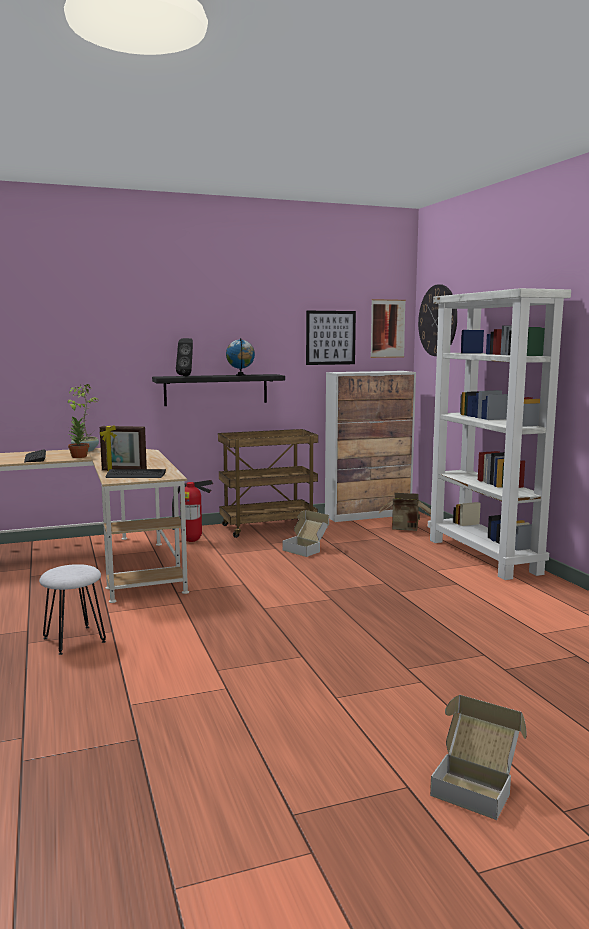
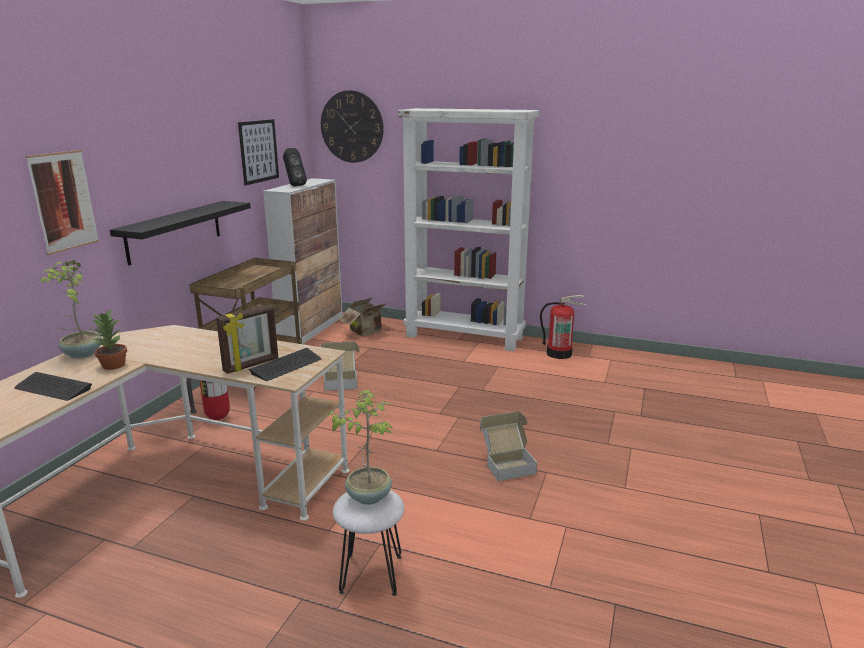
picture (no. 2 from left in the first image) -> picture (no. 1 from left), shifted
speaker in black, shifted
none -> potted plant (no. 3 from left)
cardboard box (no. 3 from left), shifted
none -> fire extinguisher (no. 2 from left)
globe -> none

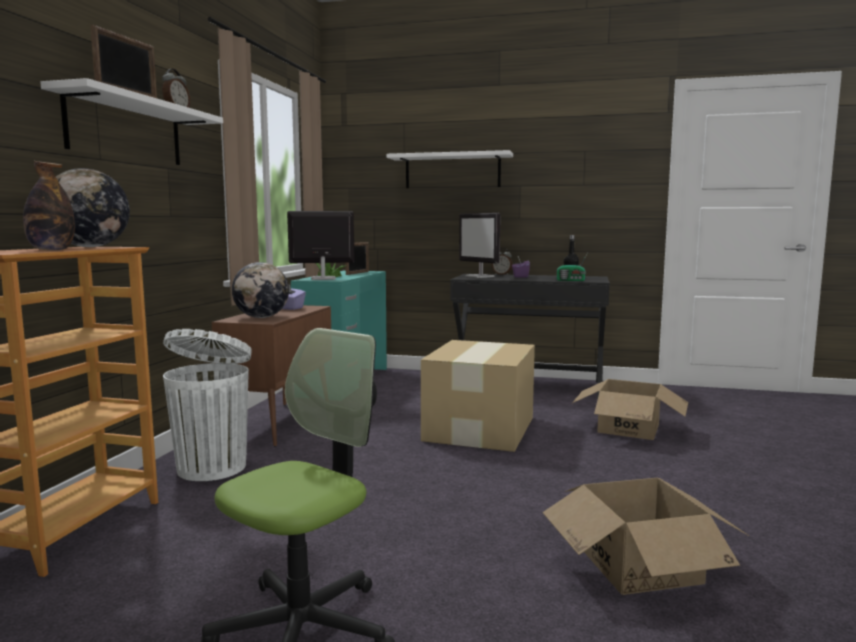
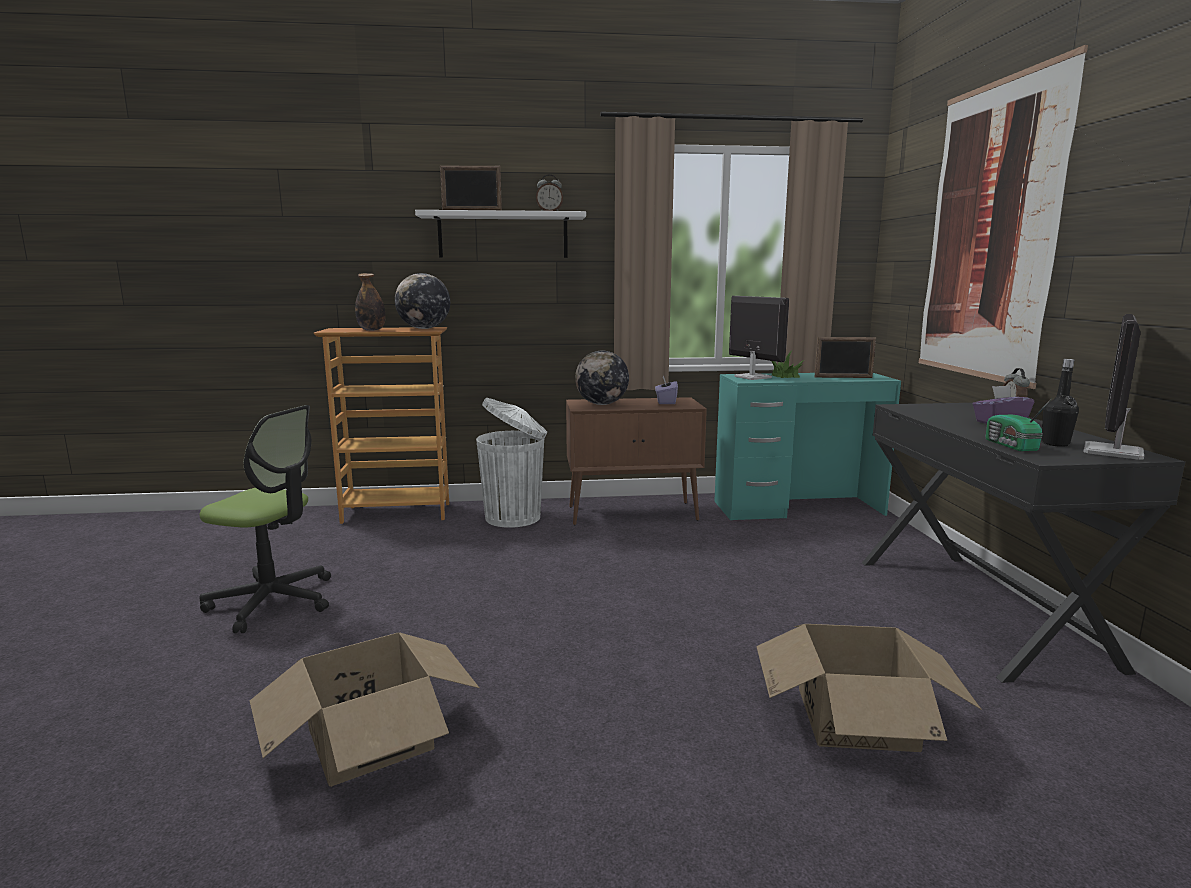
shelf in white (no. 2 from left) -> picture
monitor (no. 2 from left), shifted
cardboard box (no. 1 from left) -> none

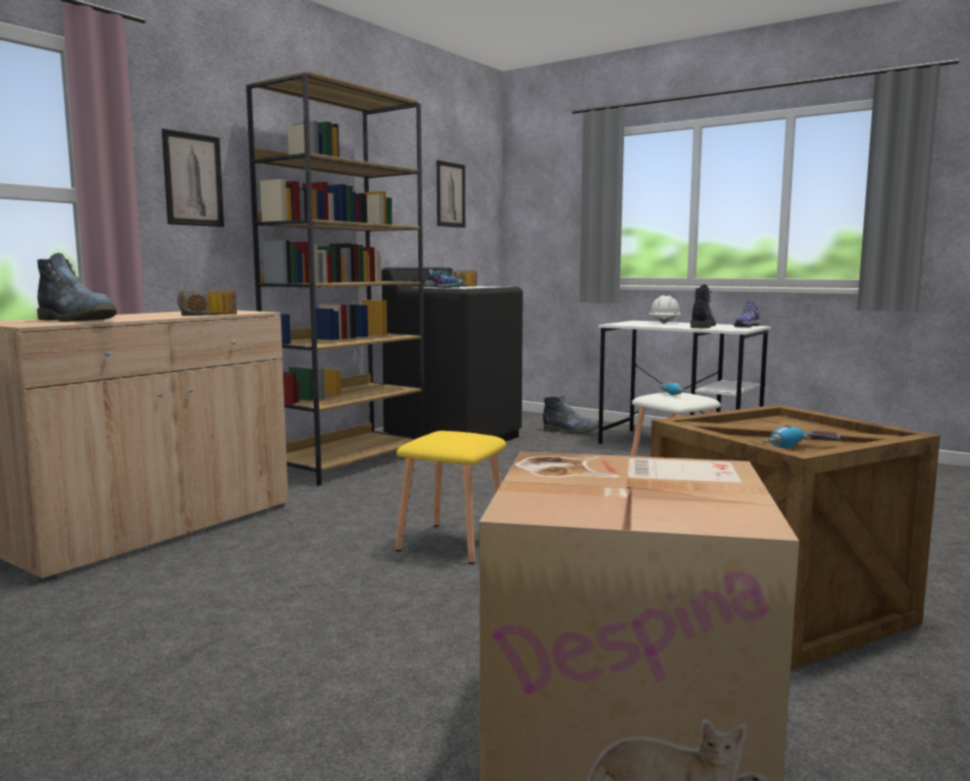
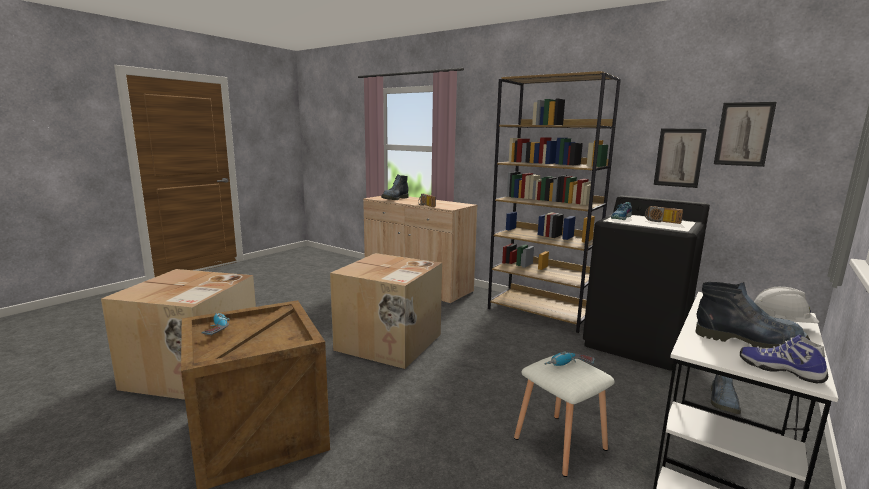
stool in yellow -> cardboard box (no. 2 from left)
picture (no. 1 from left), shifted

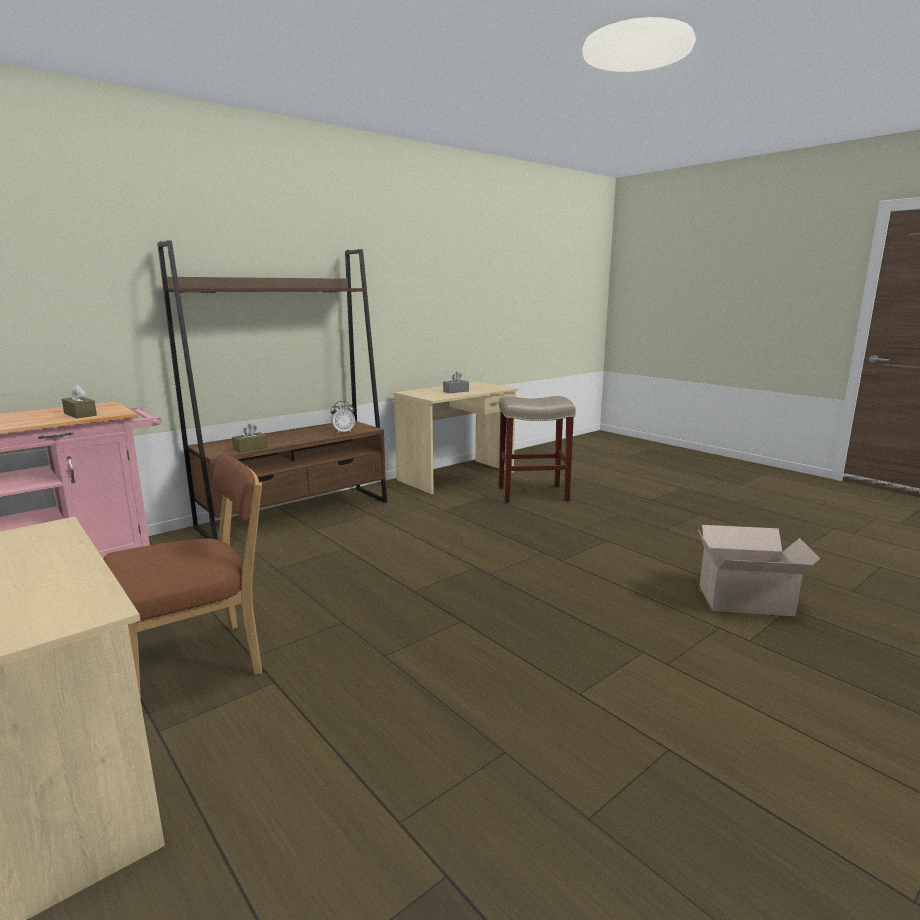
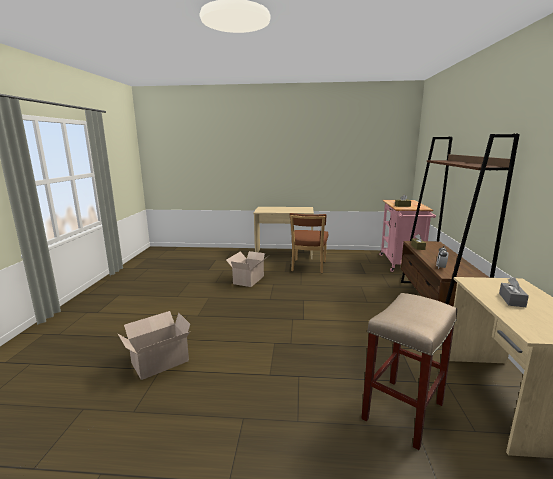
none -> cardboard box (no. 2 from left)

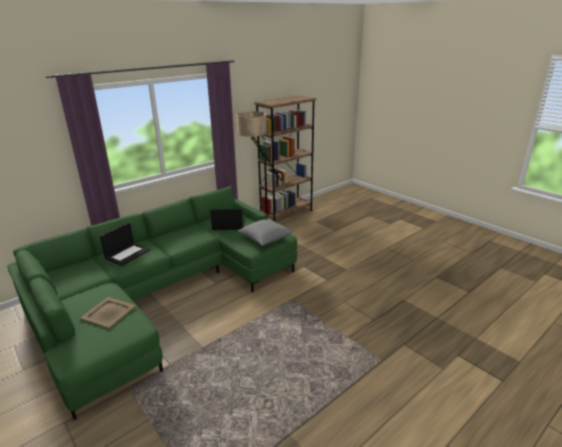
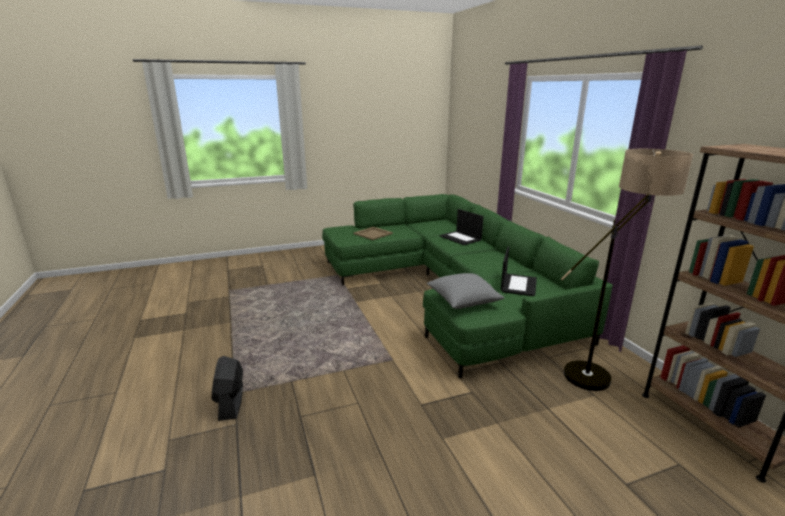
none -> fan in black

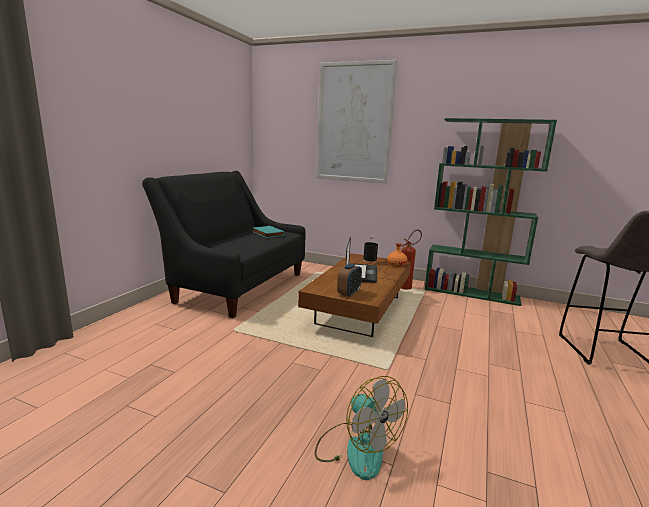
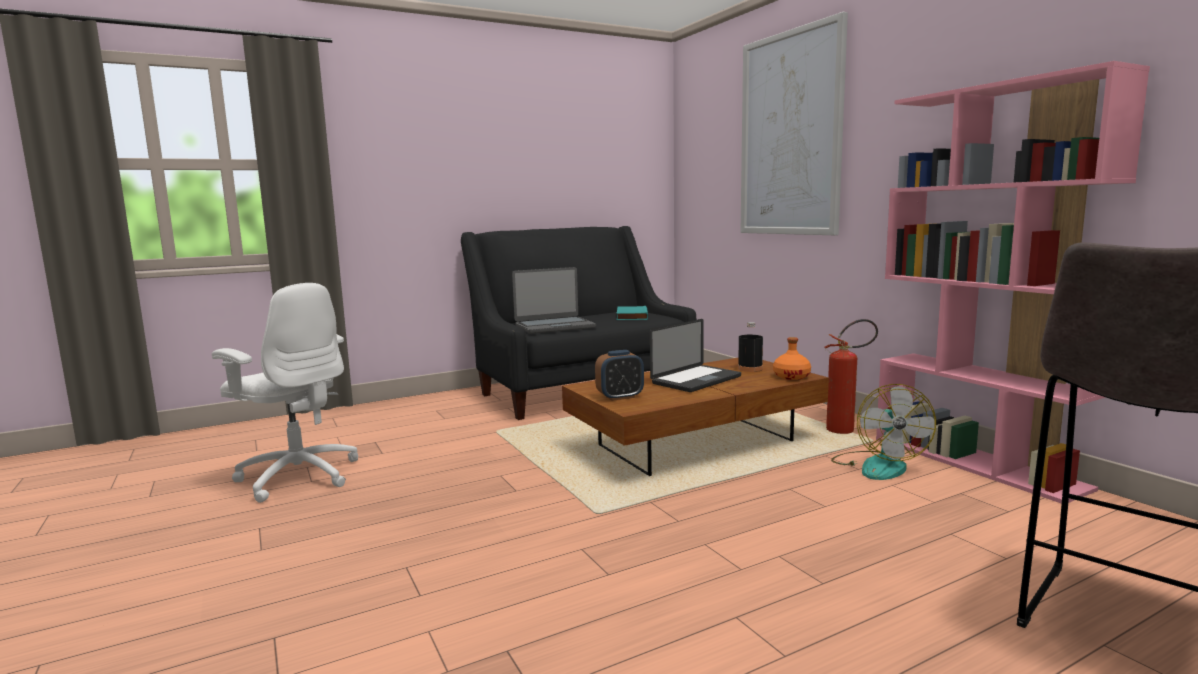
none -> office chair in white
none -> laptop (no. 1 from left)
fan, shifted
bookcase in green -> bookcase in pink

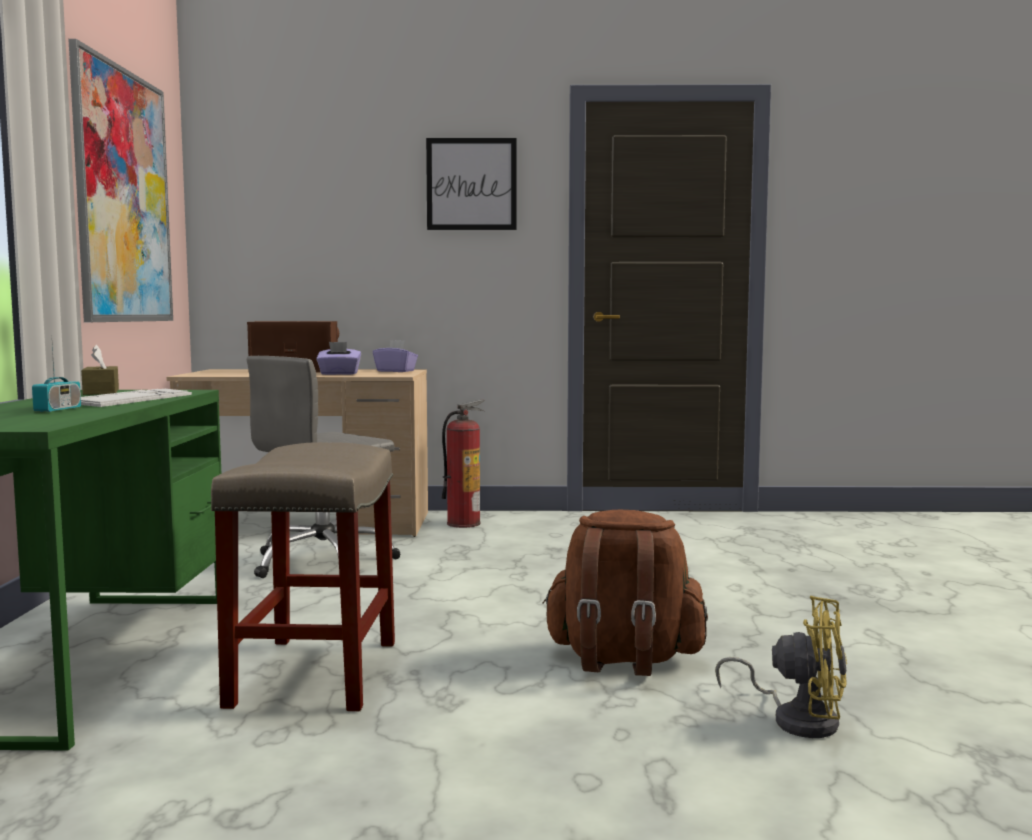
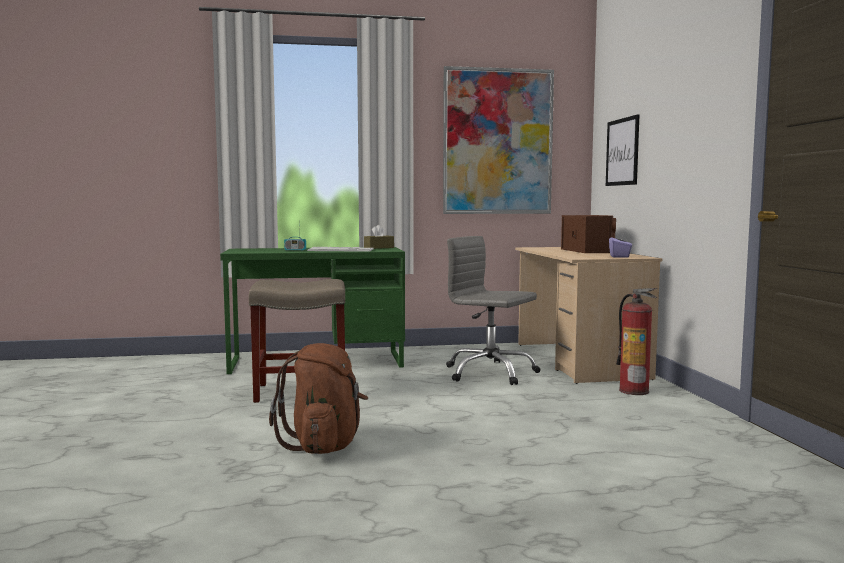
picture (no. 2 from left), shifted
tissue box in purple (no. 1 from left) -> none
fan in yellow -> none

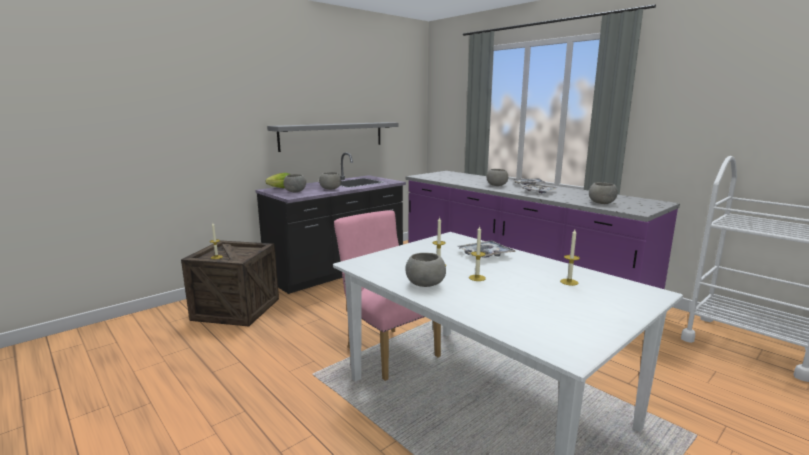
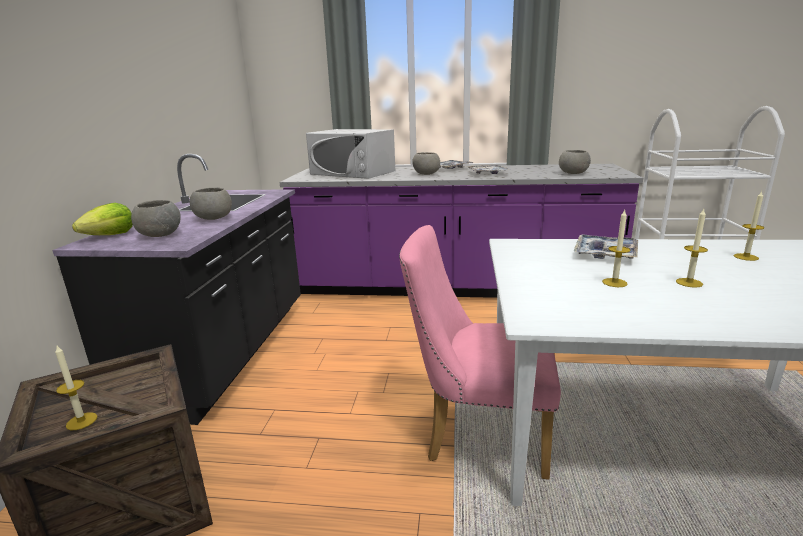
none -> microwave in white
shelf in grey -> none
bowl in grey (no. 3 from left) -> none

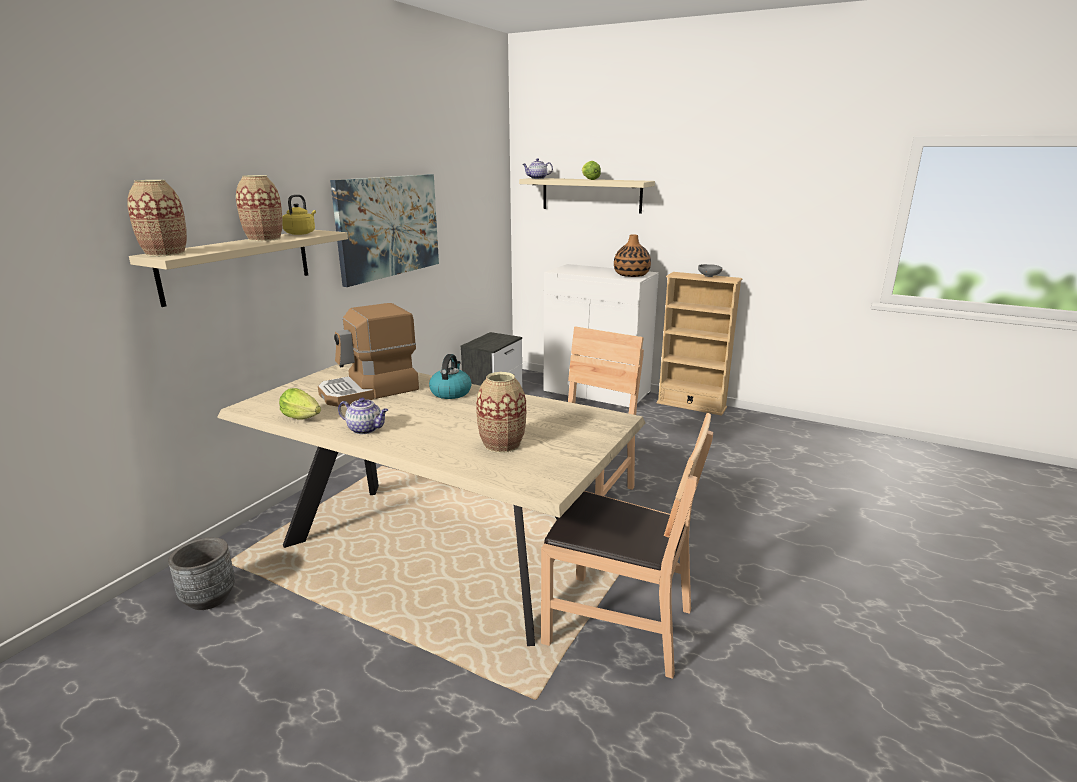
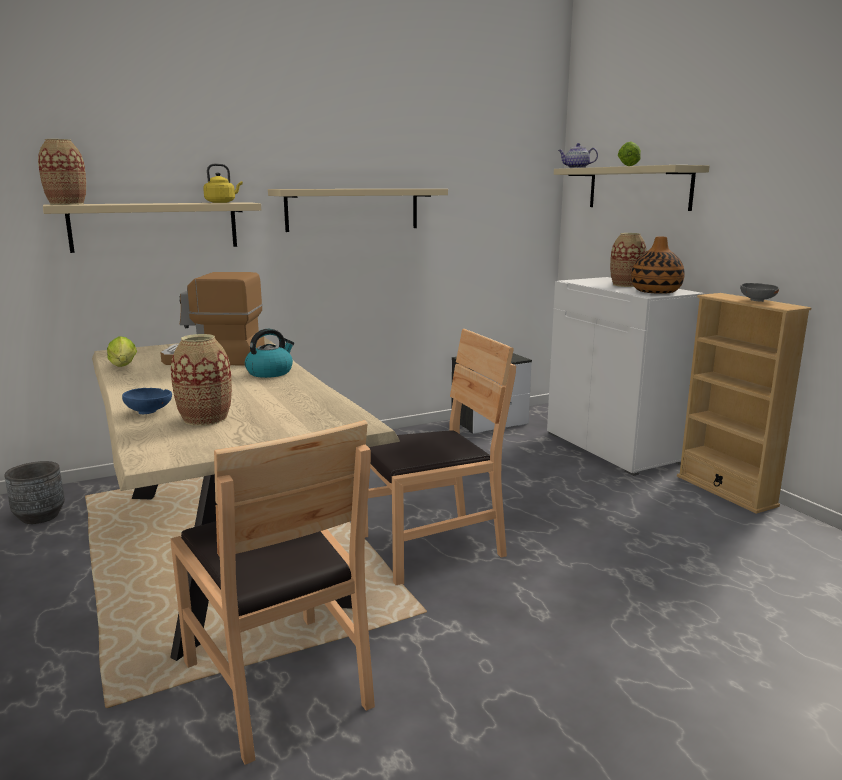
none -> bowl in blue
picture -> shelf in beige (no. 2 from left)
vase (no. 2 from left in the first image) -> vase (no. 3 from left), shifted
teapot (no. 1 from left) -> none

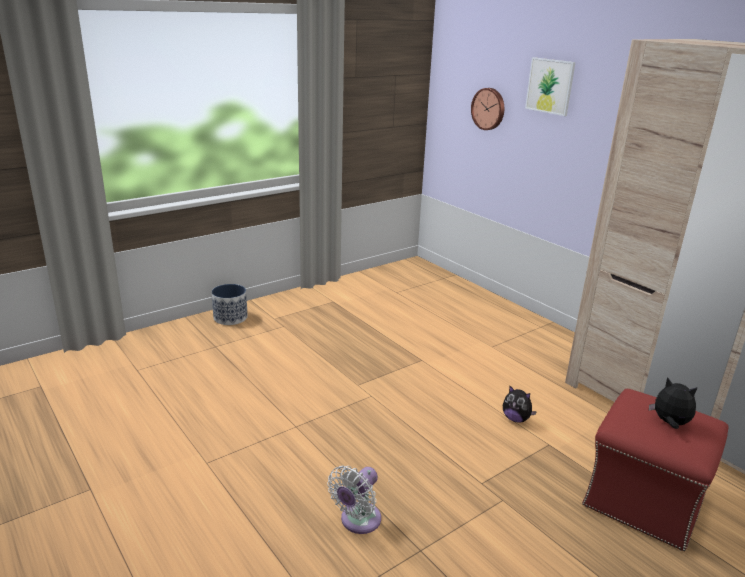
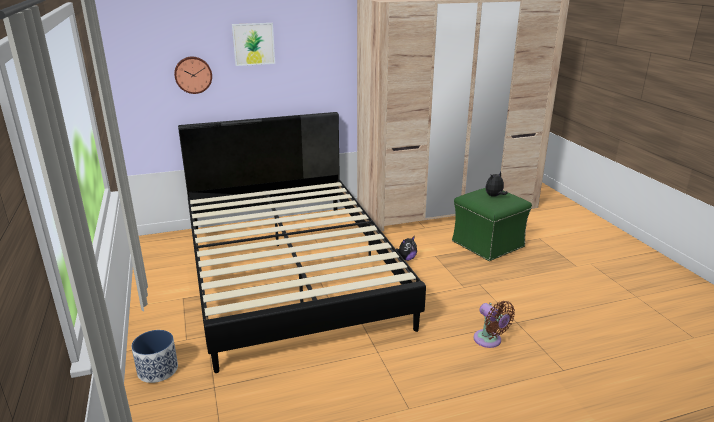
none -> bed in black
ottoman in red -> ottoman in green
fan in white -> fan in brown

